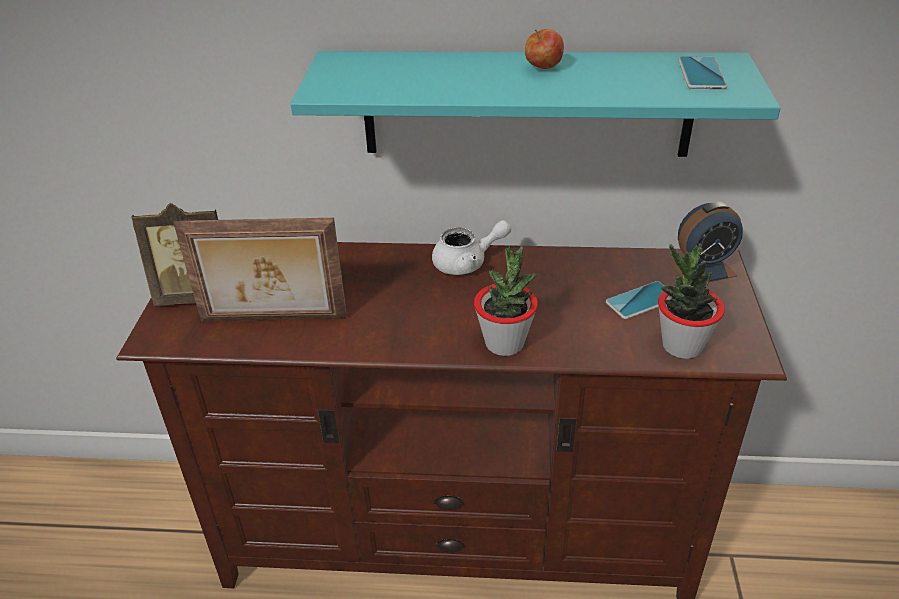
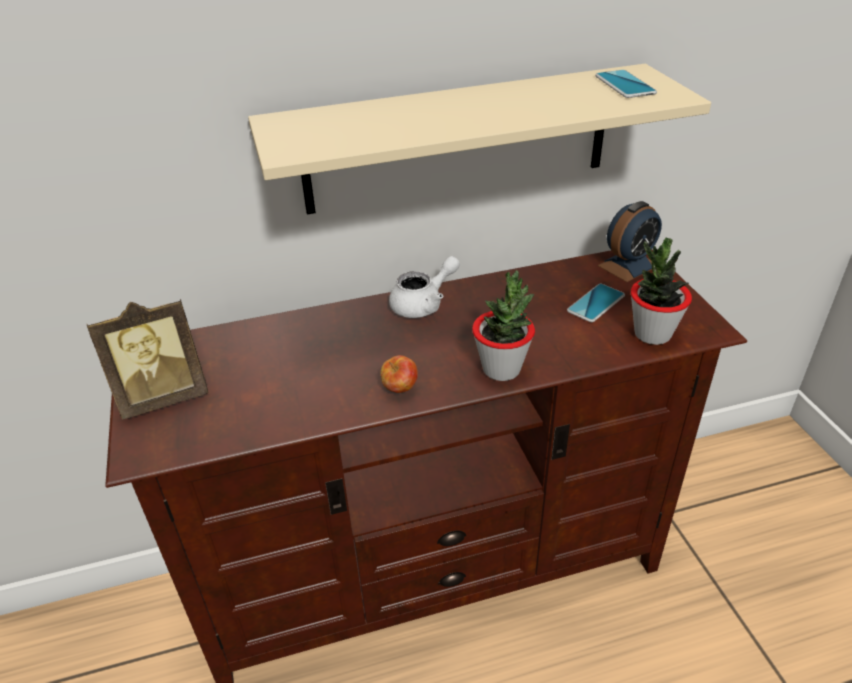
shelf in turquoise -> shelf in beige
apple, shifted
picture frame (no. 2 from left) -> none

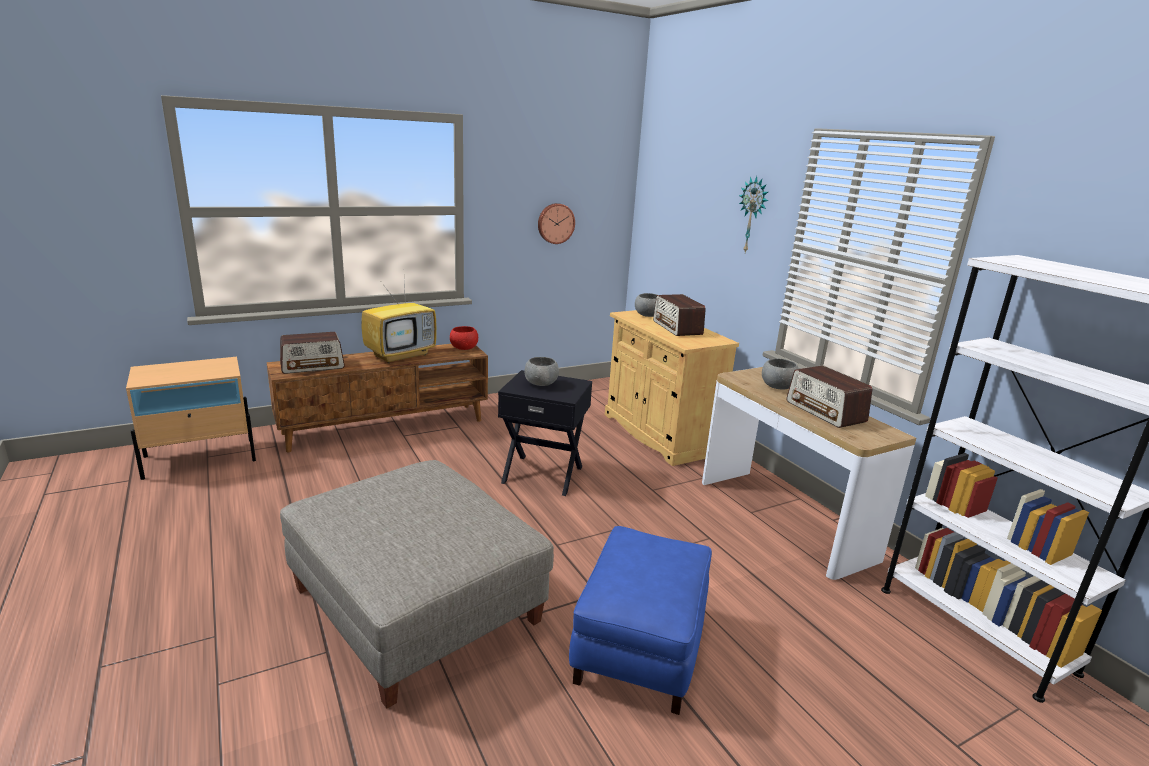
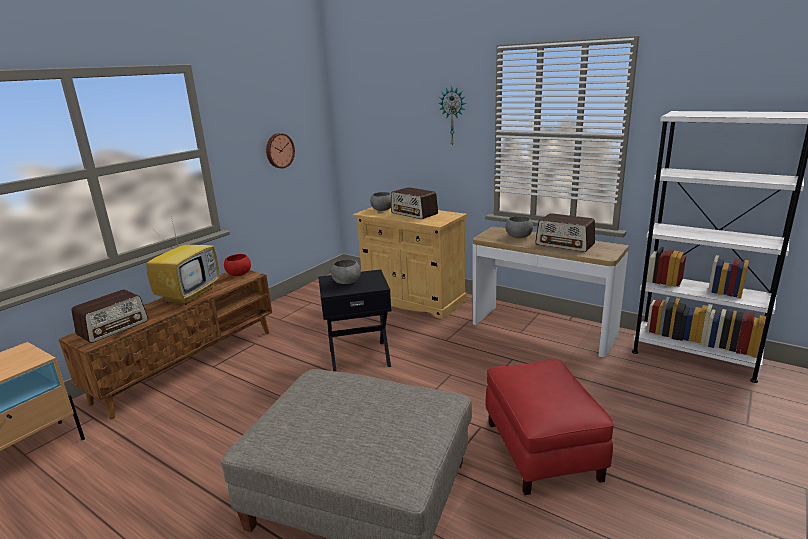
ottoman in blue -> ottoman in red

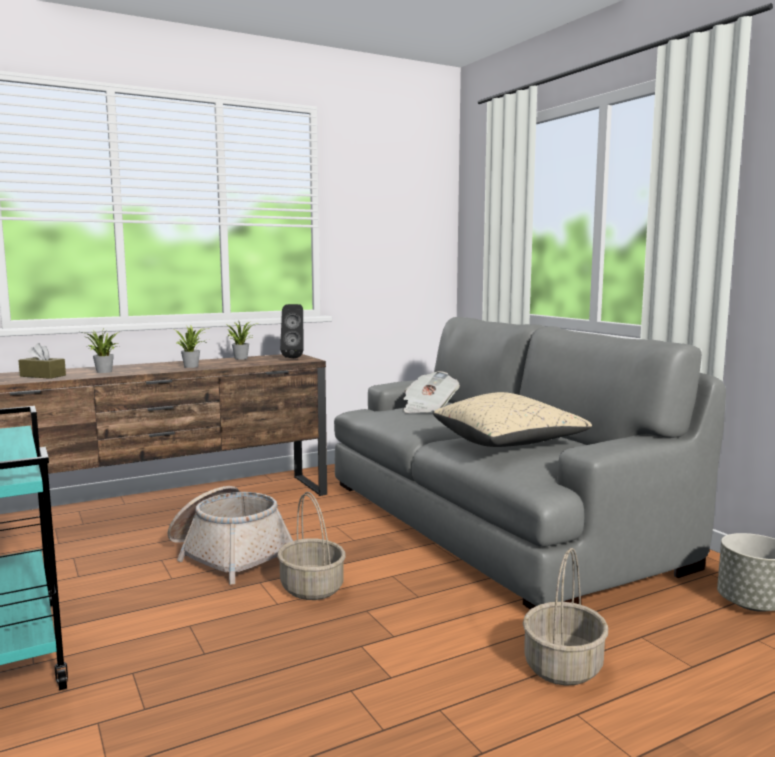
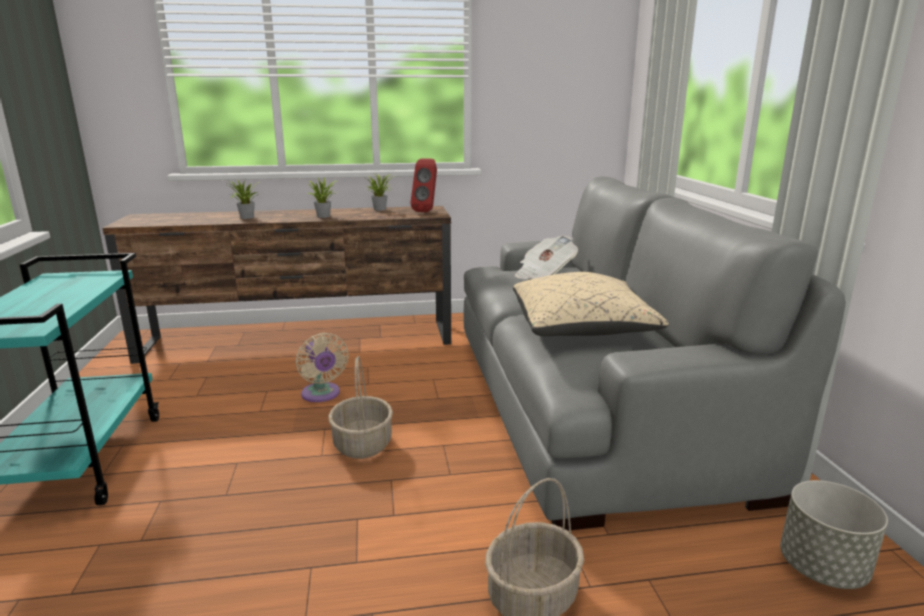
basket (no. 1 from left) -> fan in beige
speaker in black -> speaker in red
tissue box in brown -> none

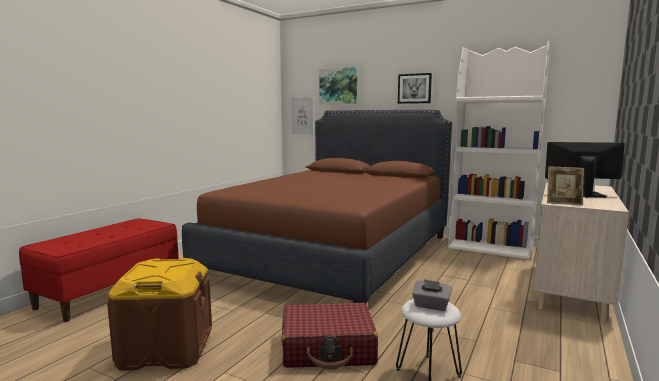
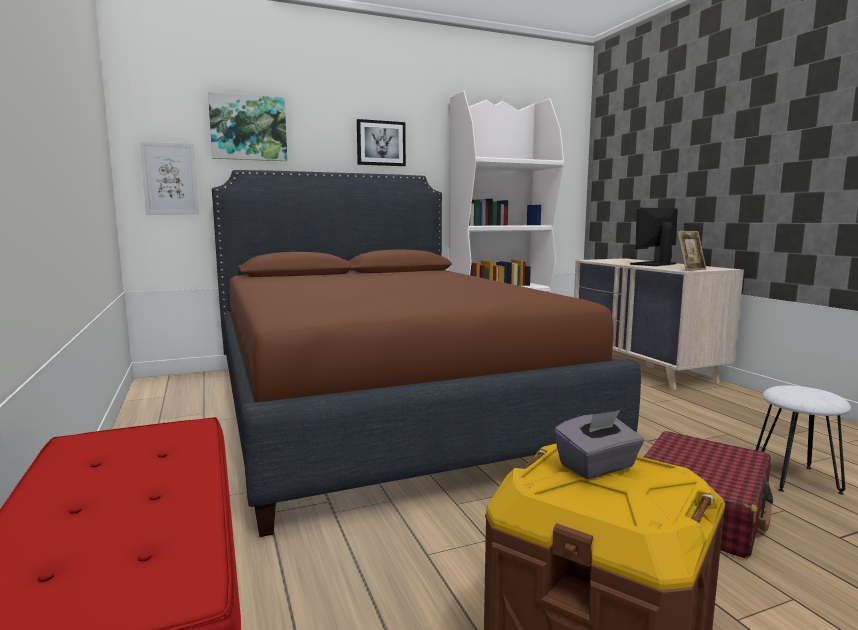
tissue box in grey, shifted

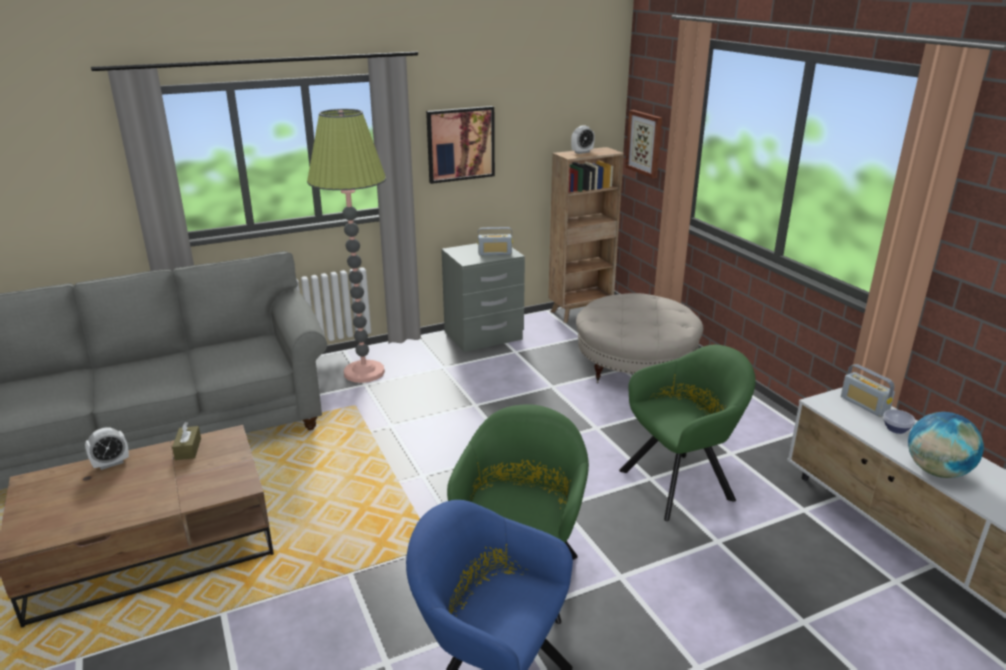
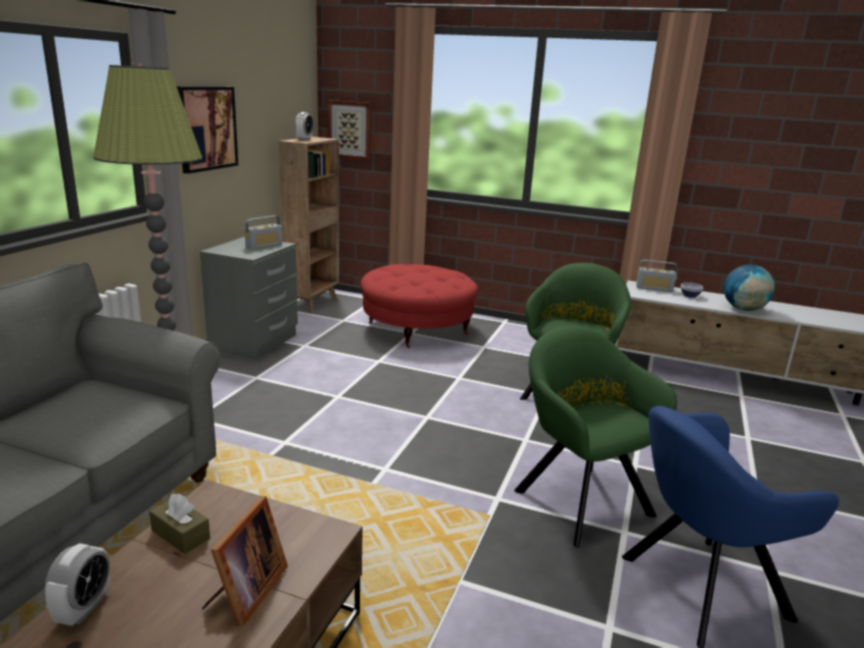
none -> picture frame
ottoman in beige -> ottoman in red

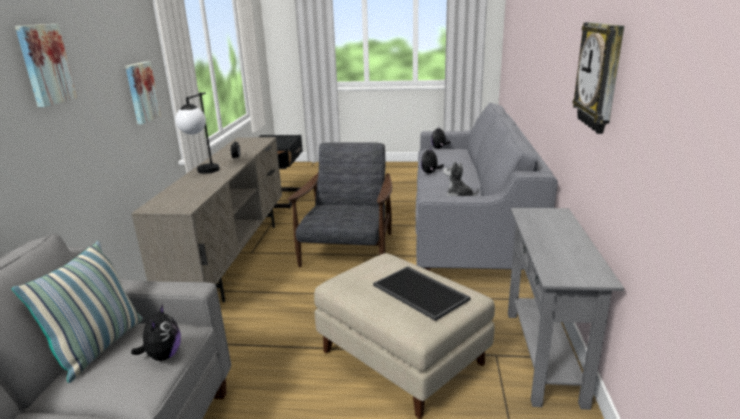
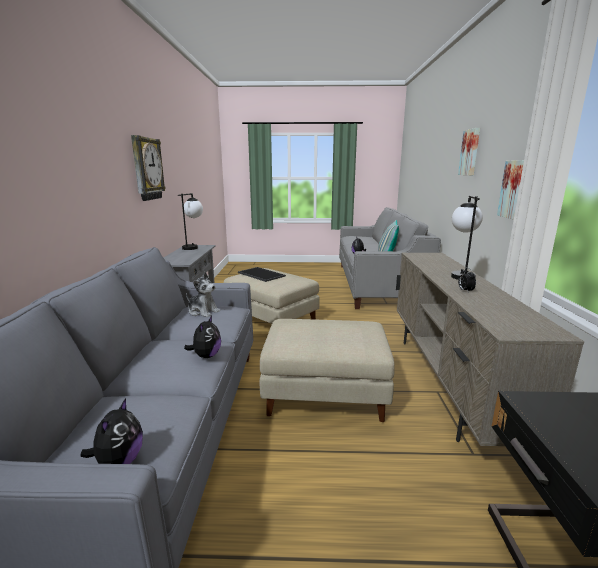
none -> table lamp (no. 1 from left)
armchair in grey -> ottoman in beige (no. 2 from left)

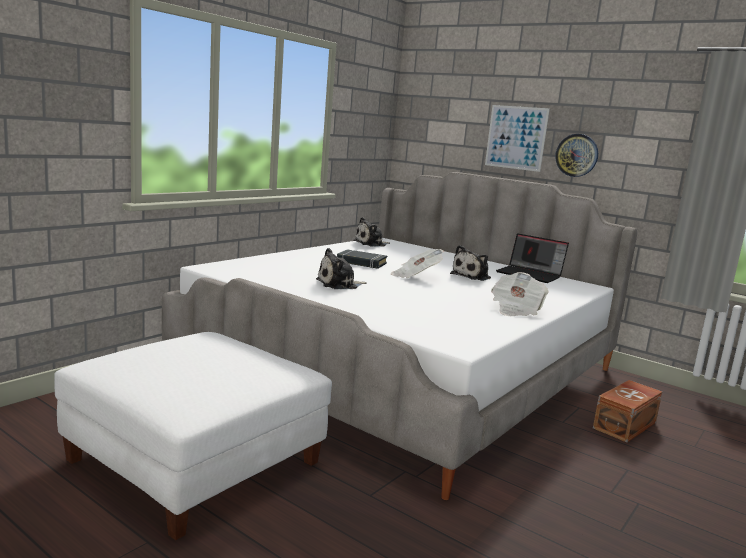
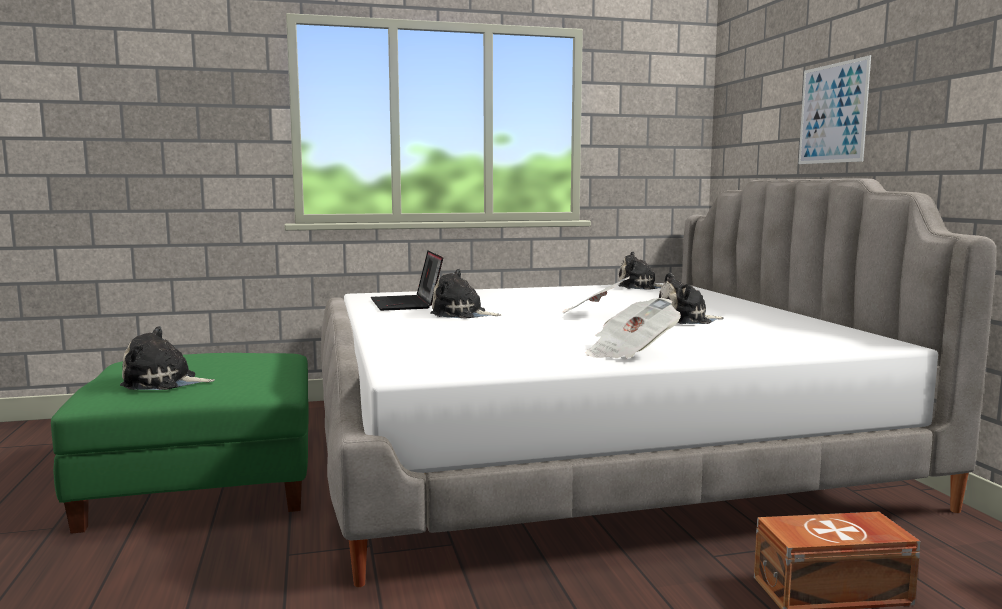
ottoman in white -> ottoman in green
none -> plush toy (no. 1 from left)
laptop, shifted
book in black -> none
wall clock -> none

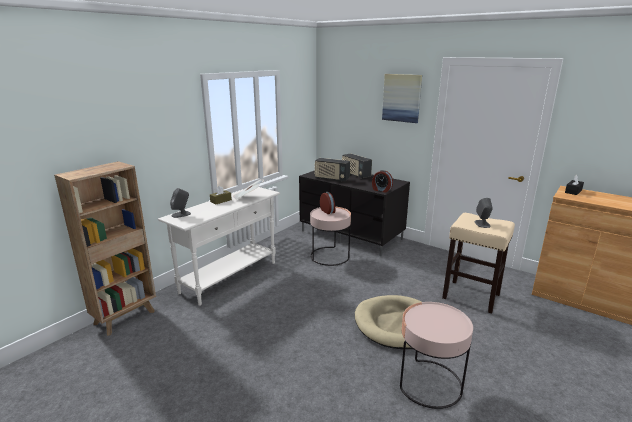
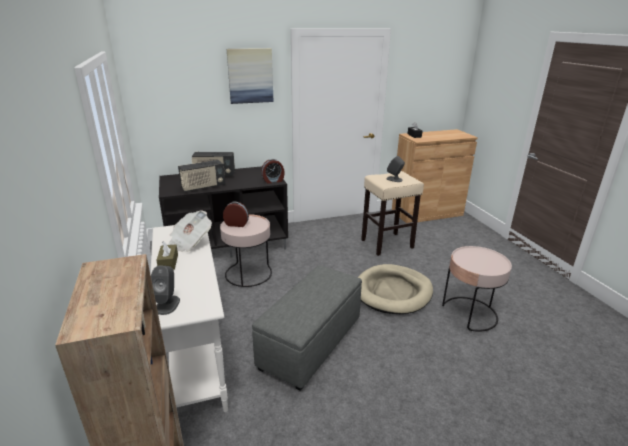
none -> ottoman in grey

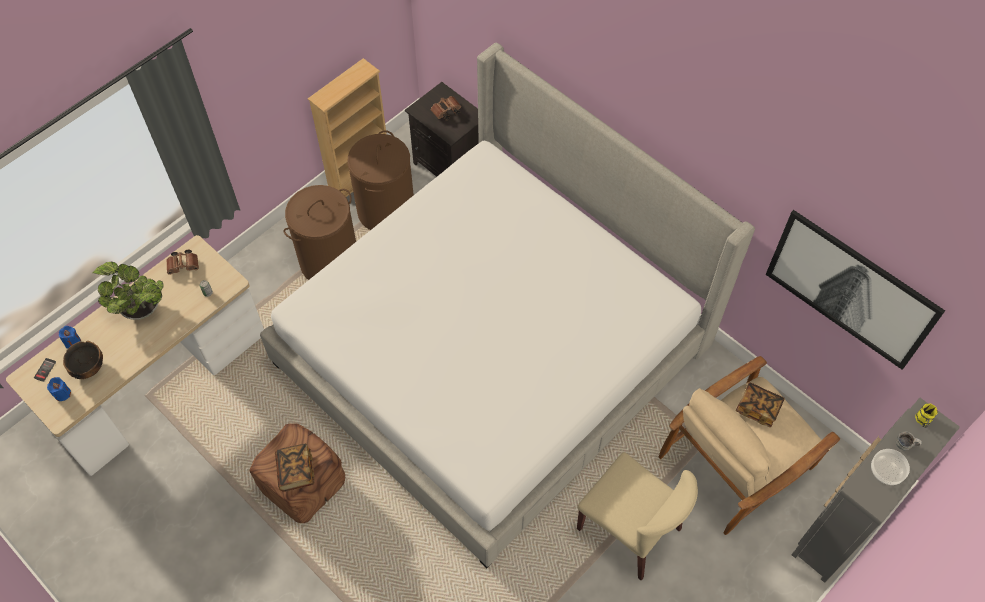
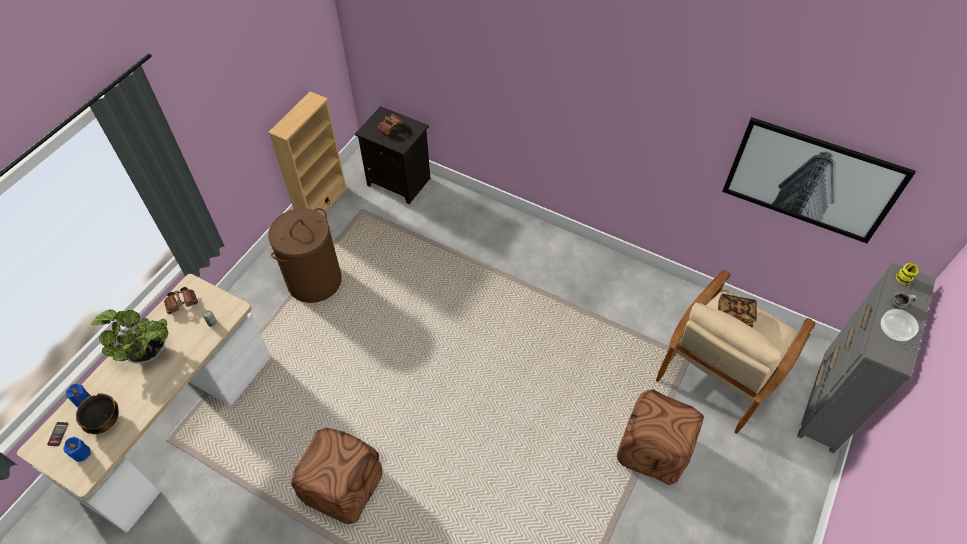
chair in beige -> ottoman in brown (no. 2 from left)
bed -> none
book (no. 1 from left) -> none
laundry basket in brown (no. 2 from left) -> none

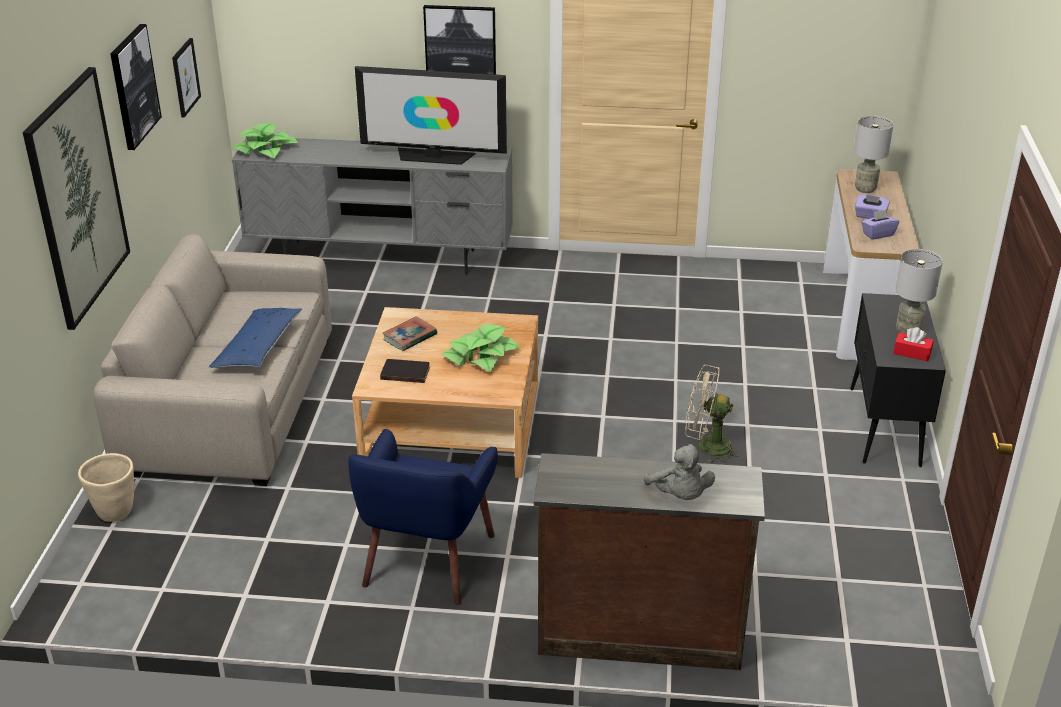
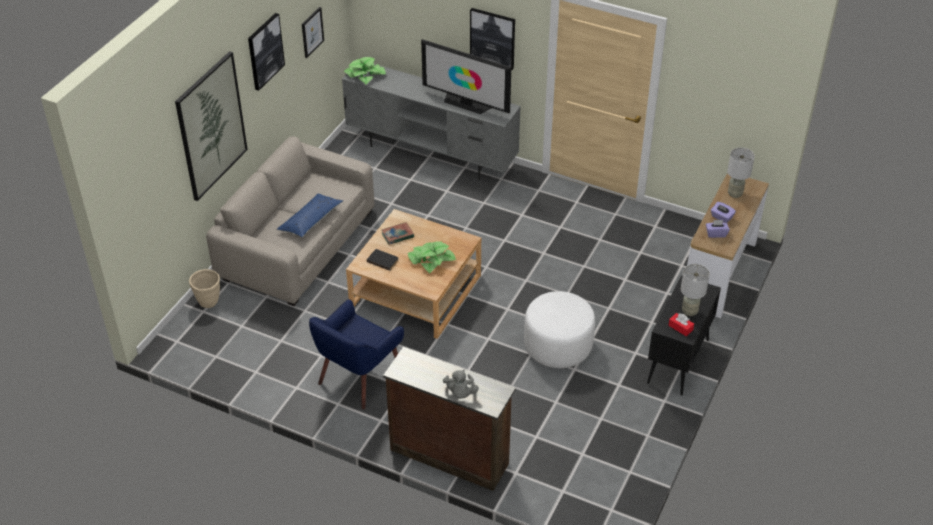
fan in beige -> ottoman in white

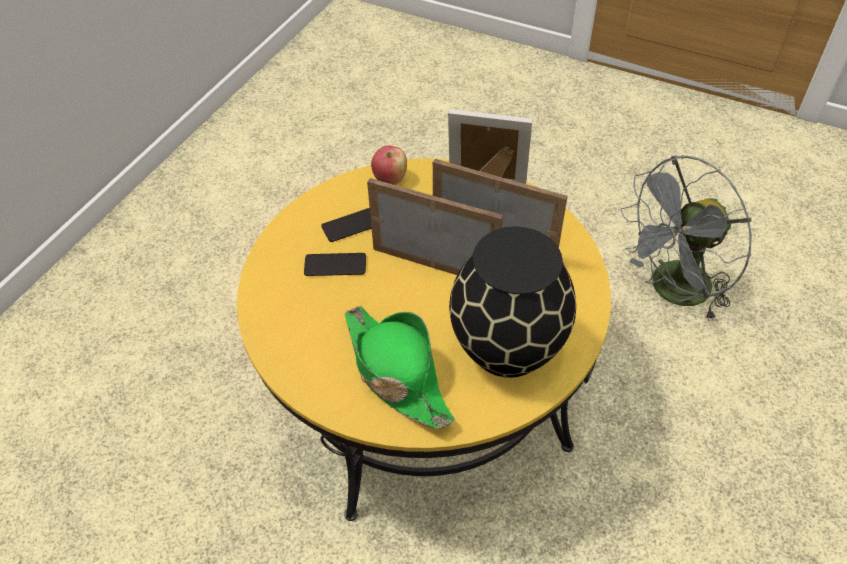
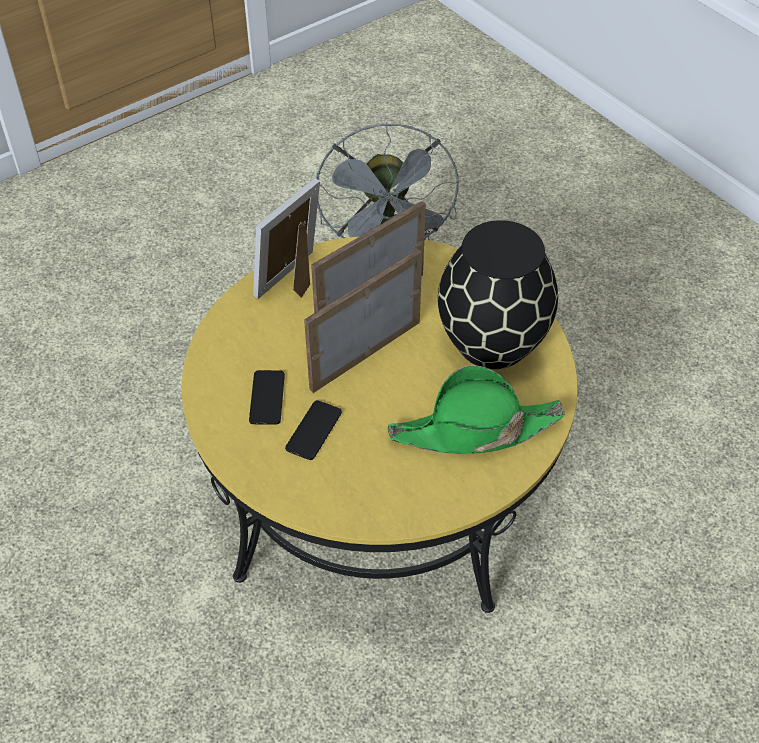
apple -> none

